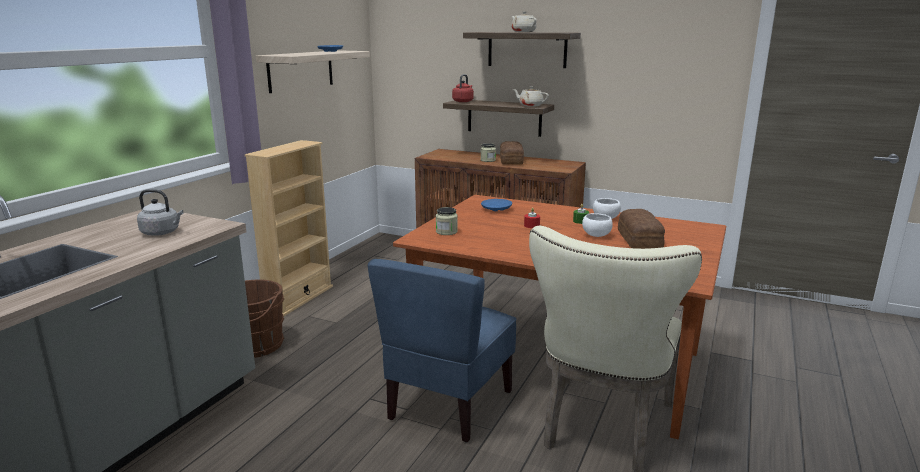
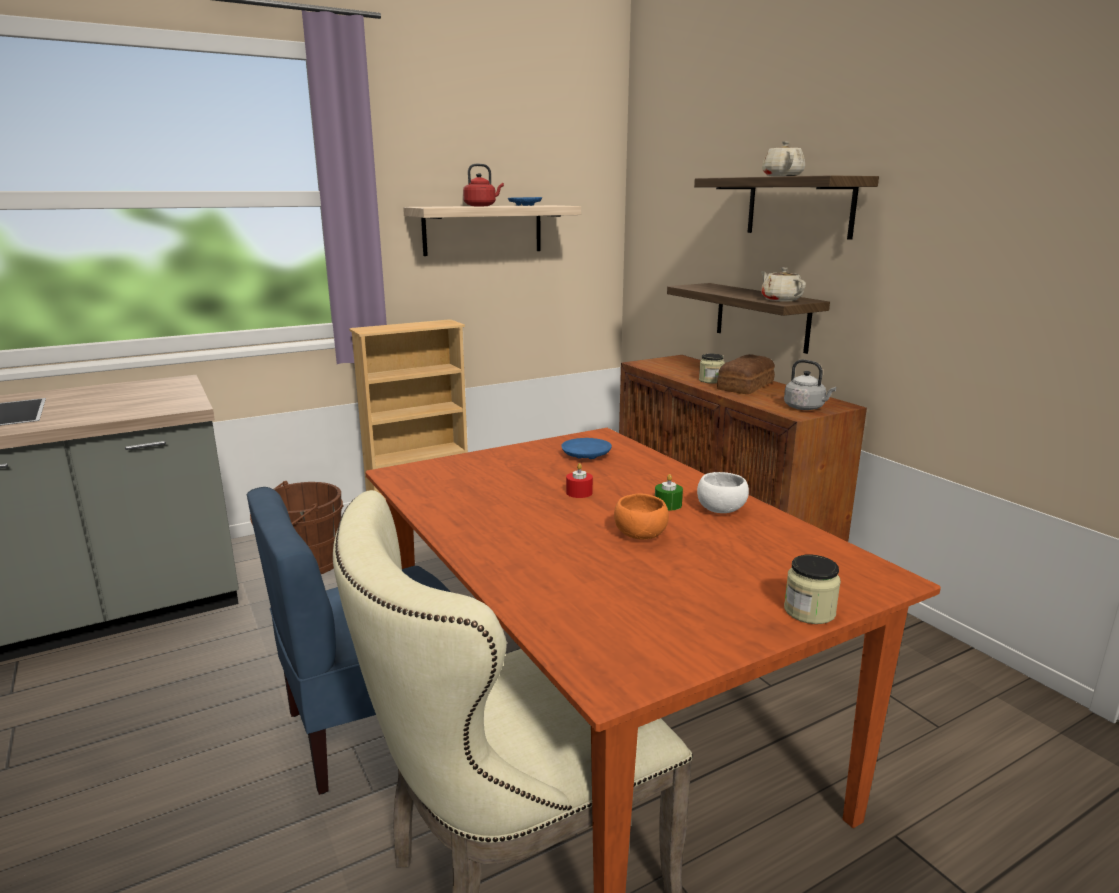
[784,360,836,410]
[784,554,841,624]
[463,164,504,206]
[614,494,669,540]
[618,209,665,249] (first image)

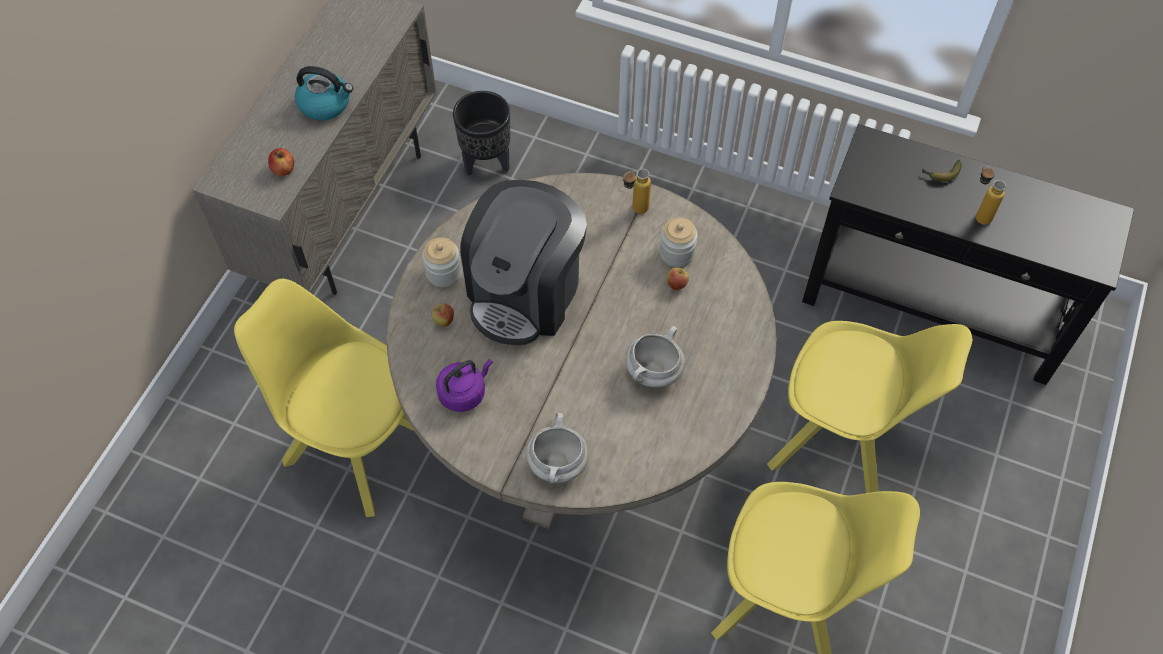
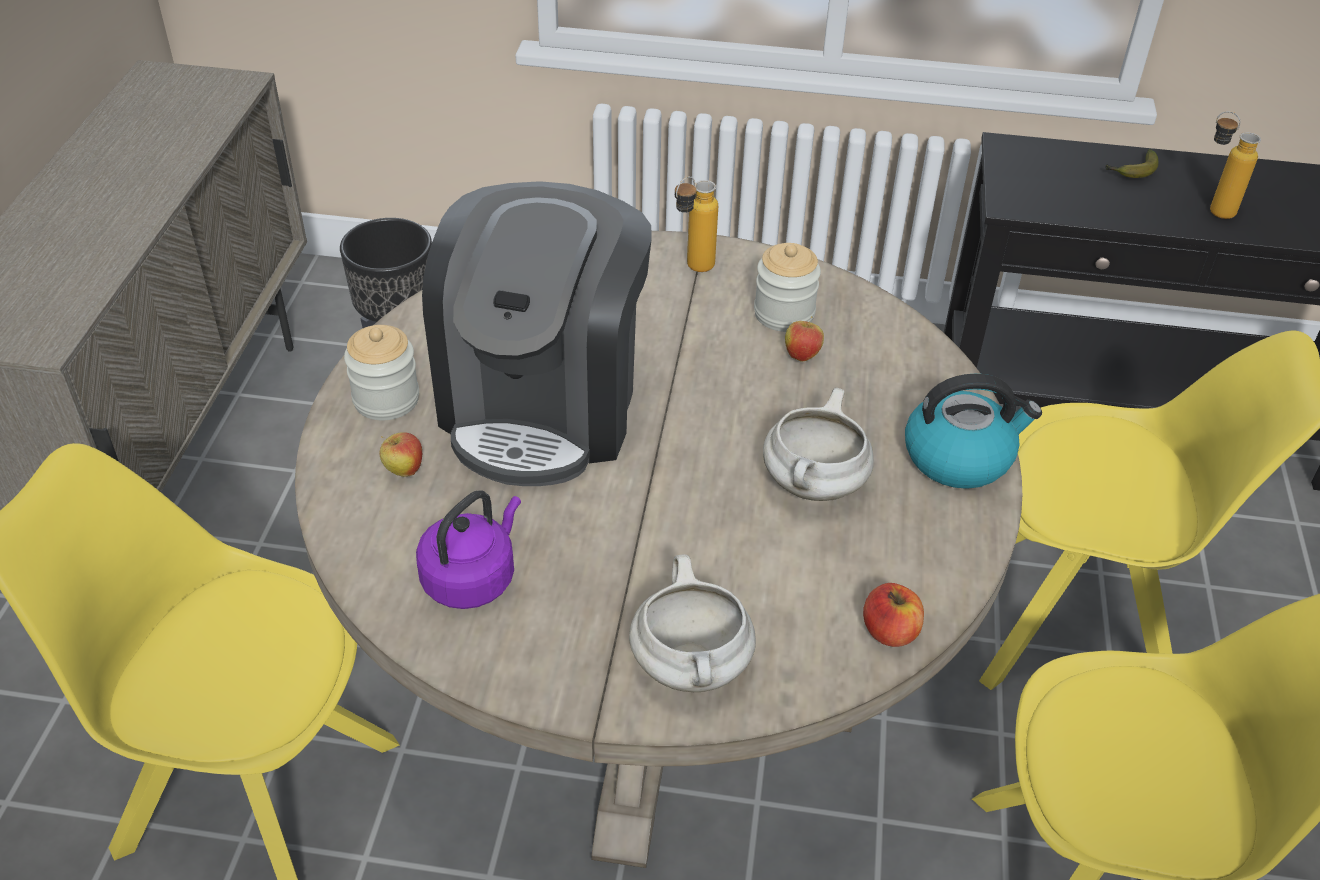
[863,583,924,647]
[905,374,1042,489]

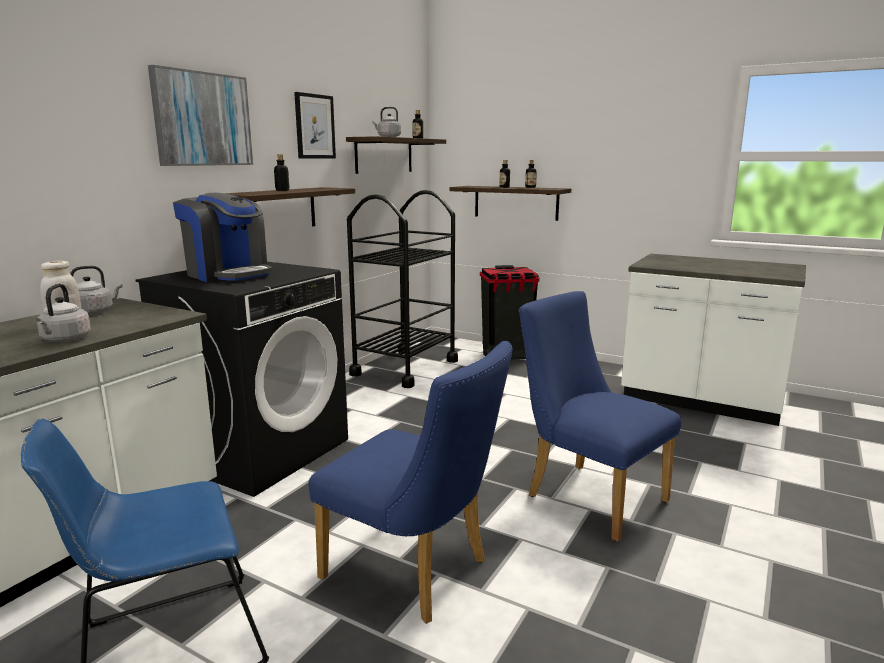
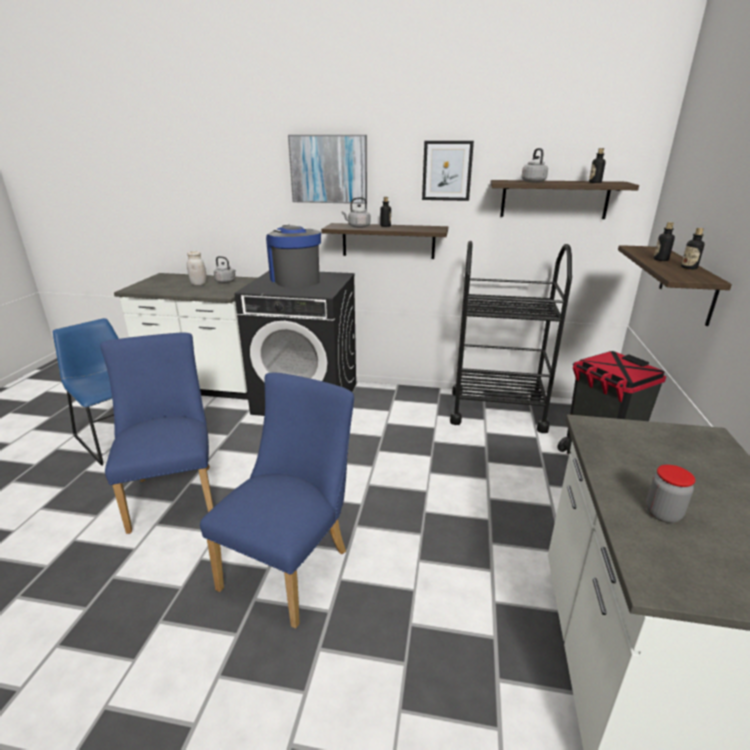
[342,197,371,228]
[266,225,321,288]
[100,333,214,534]
[646,465,695,523]

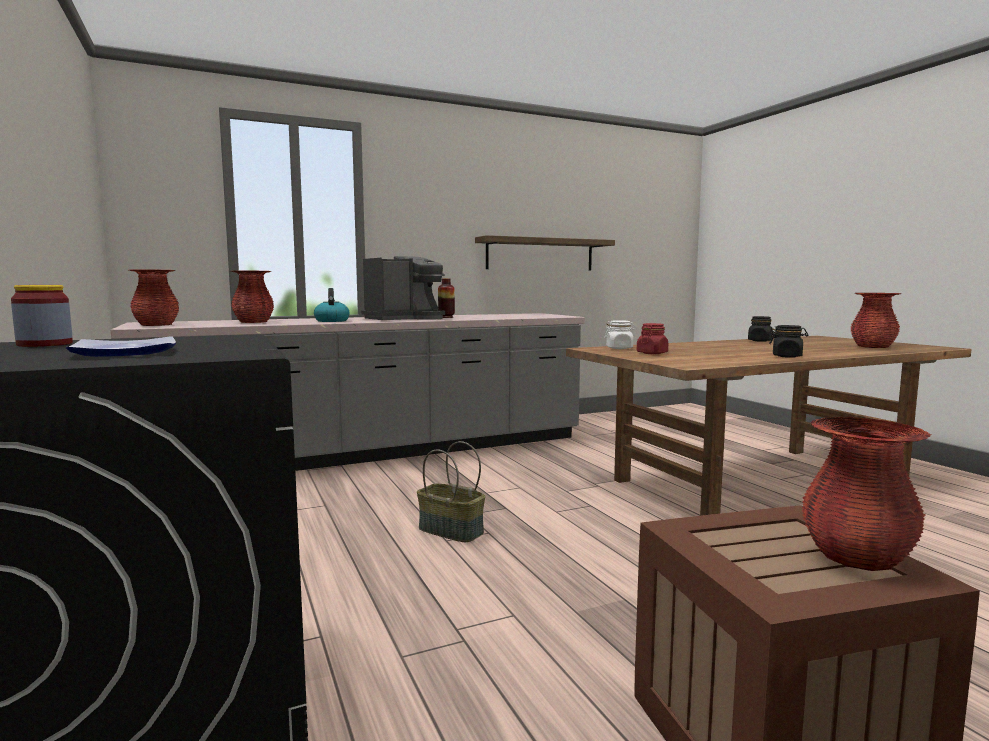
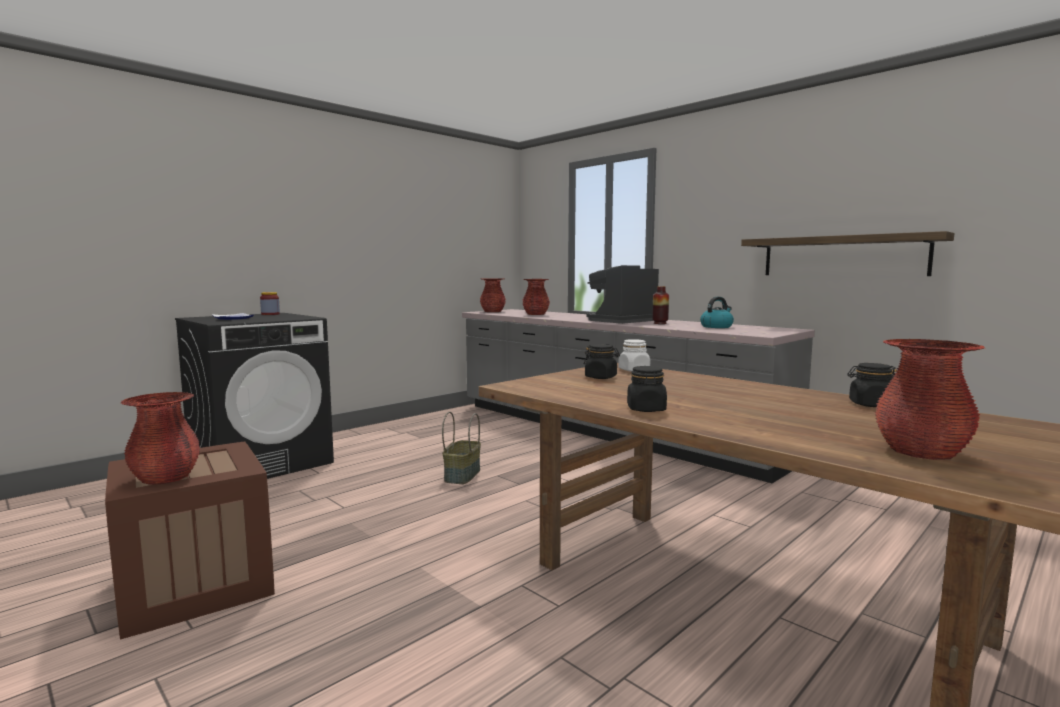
[700,297,734,328]
[586,265,659,324]
[584,344,620,379]

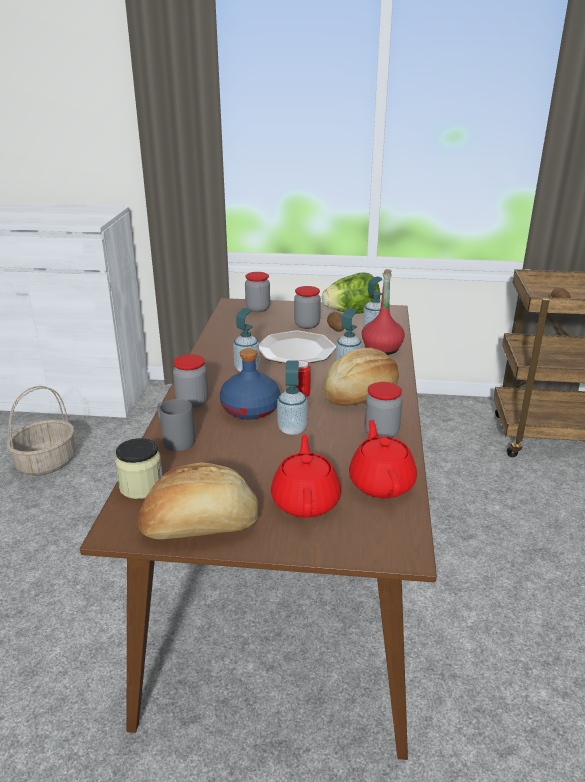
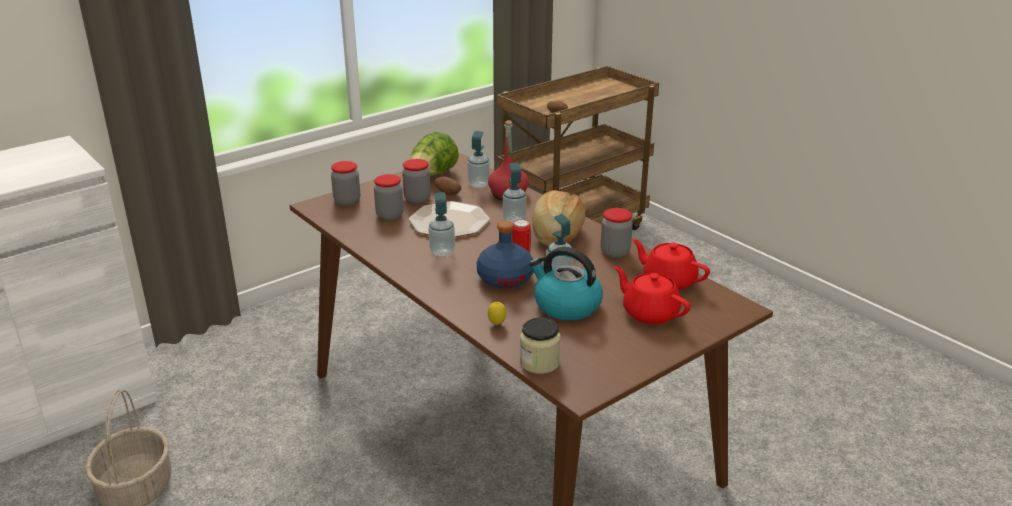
[138,463,259,539] (first image)
[488,302,506,325]
[374,174,404,221]
[529,247,603,321]

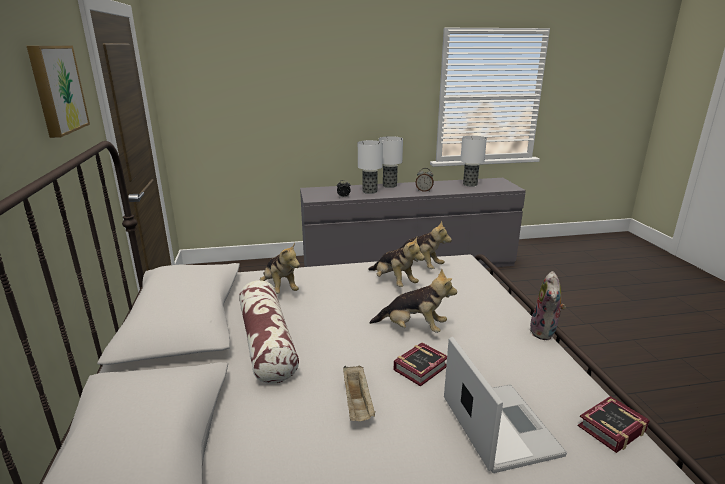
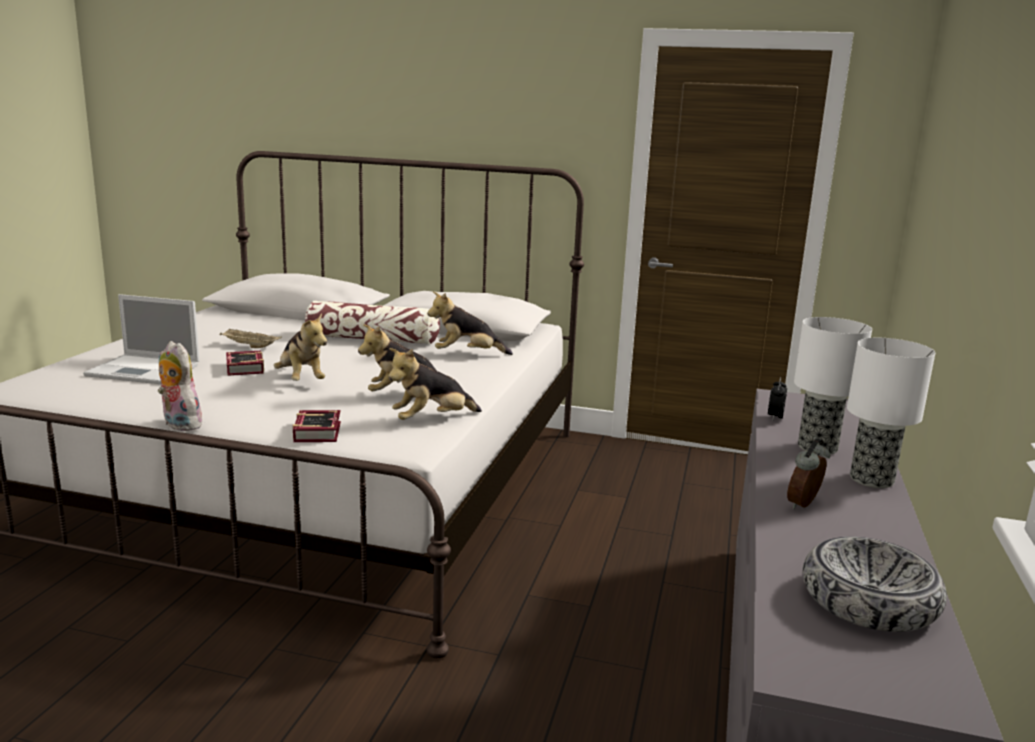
[27,46,90,138] (first image)
[274,313,327,381]
[803,536,947,632]
[293,410,341,442]

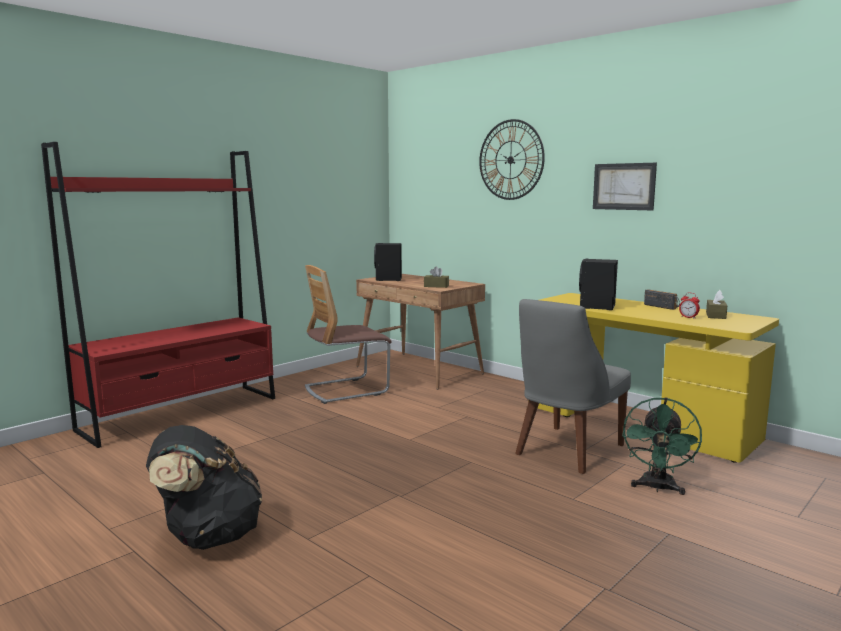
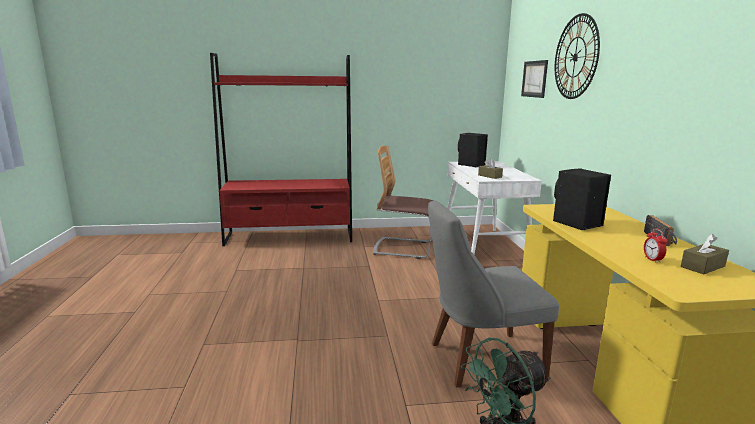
[146,425,262,550] (first image)
[447,161,542,254]
[521,60,548,98]

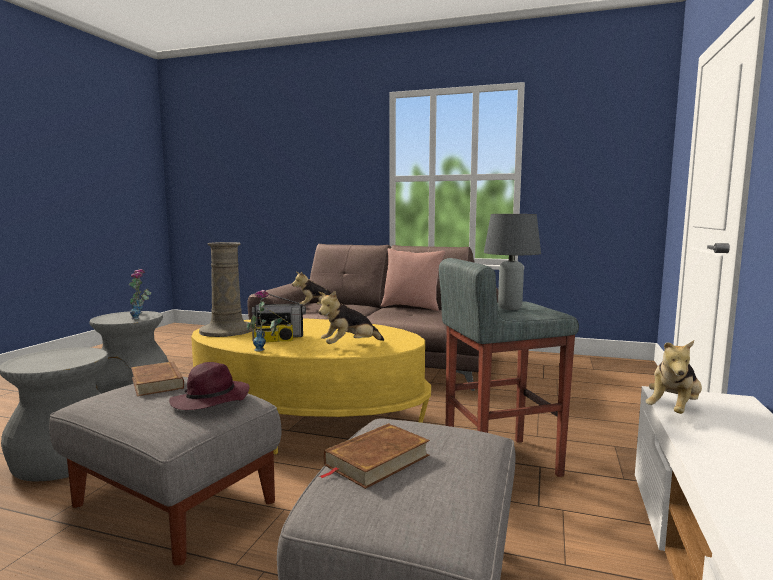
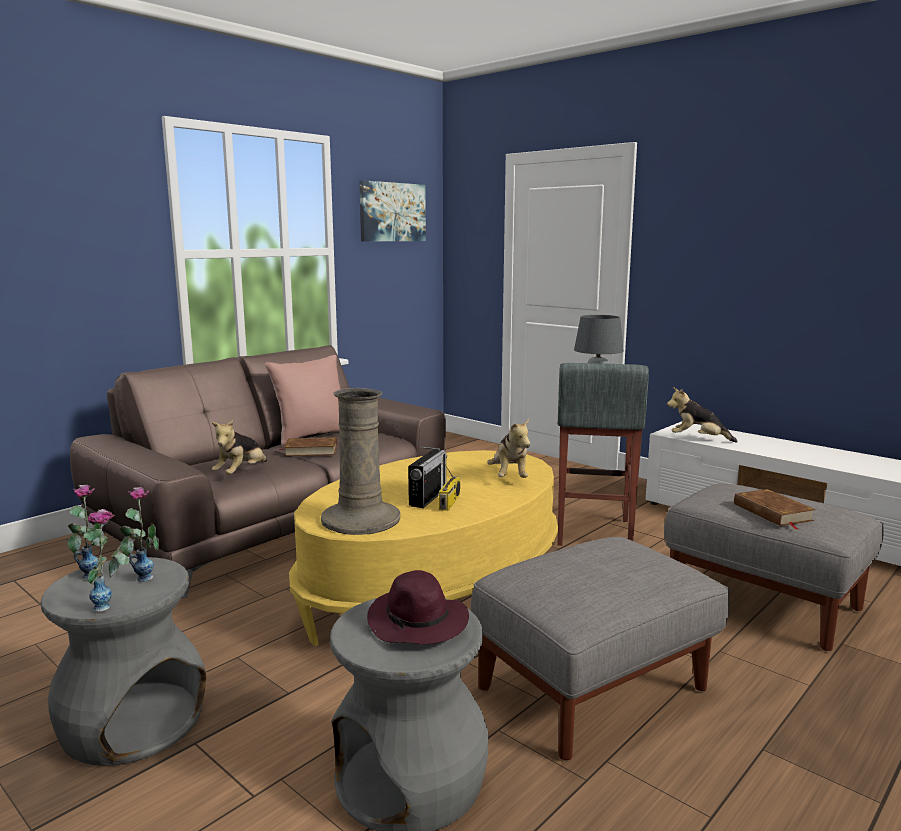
[279,437,337,456]
[367,570,469,645]
[83,509,129,612]
[667,387,738,443]
[359,180,426,242]

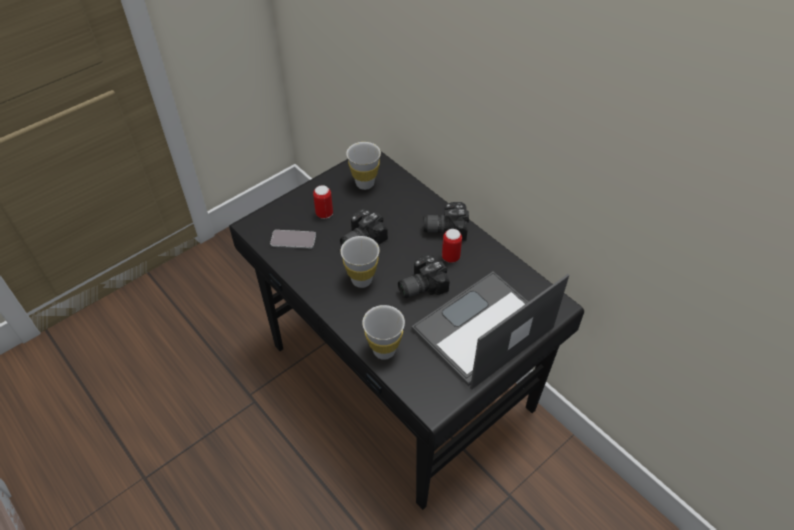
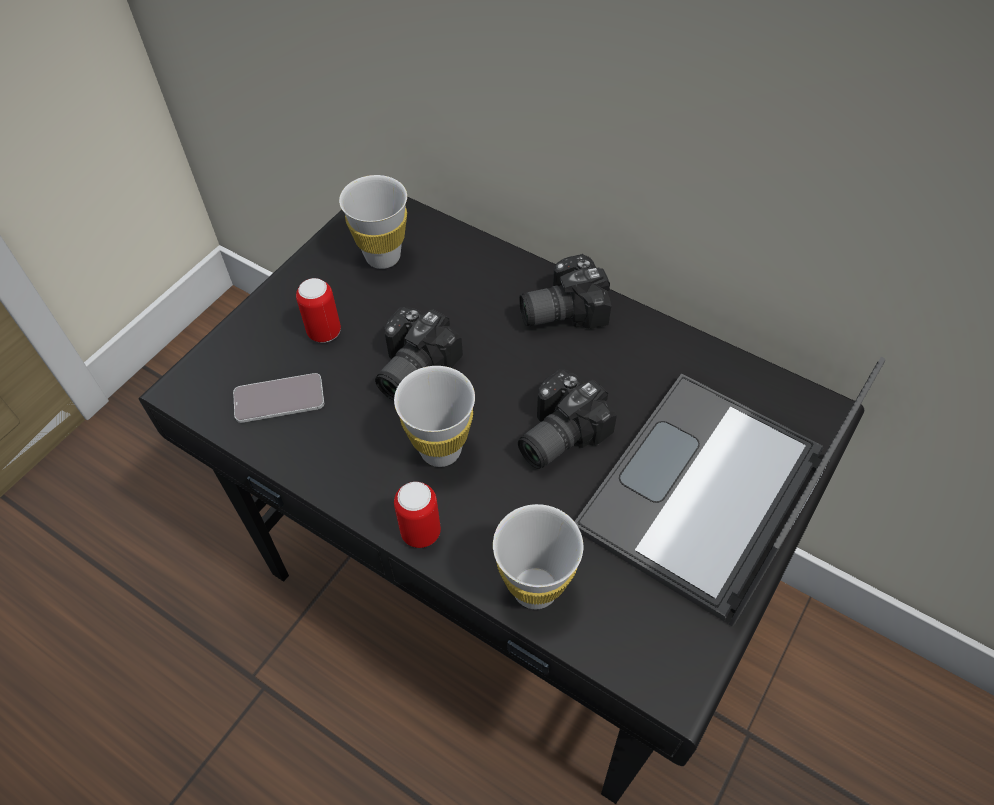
[394,482,441,548]

